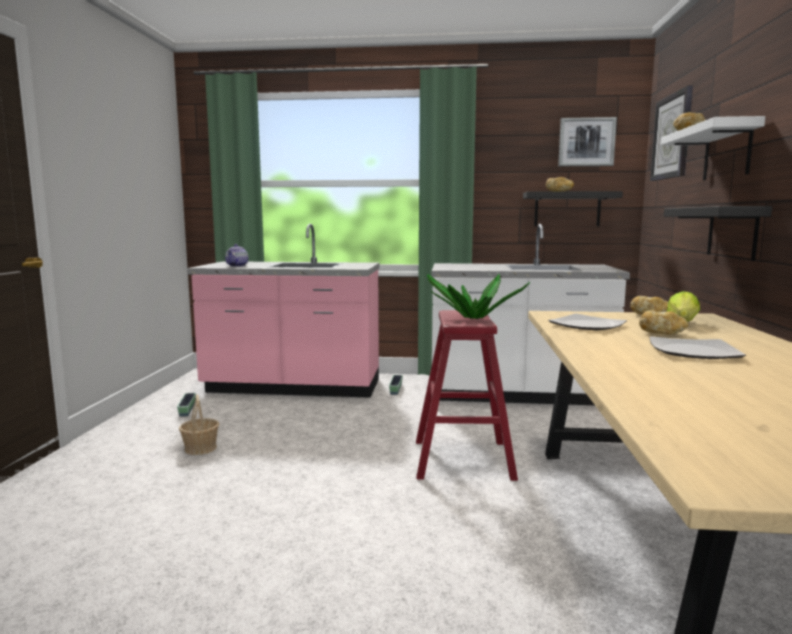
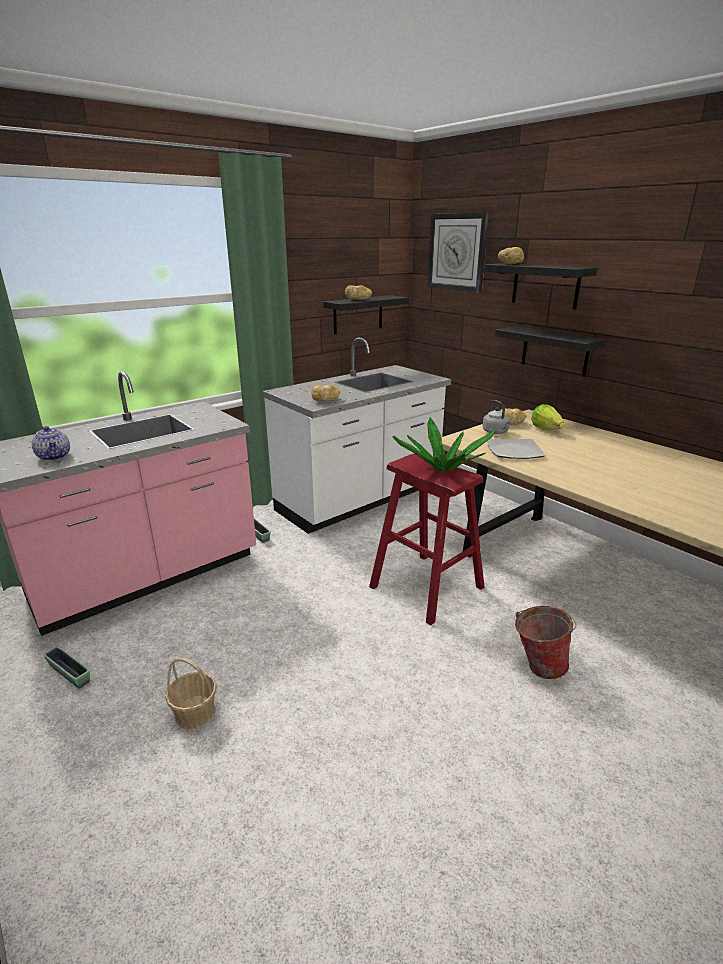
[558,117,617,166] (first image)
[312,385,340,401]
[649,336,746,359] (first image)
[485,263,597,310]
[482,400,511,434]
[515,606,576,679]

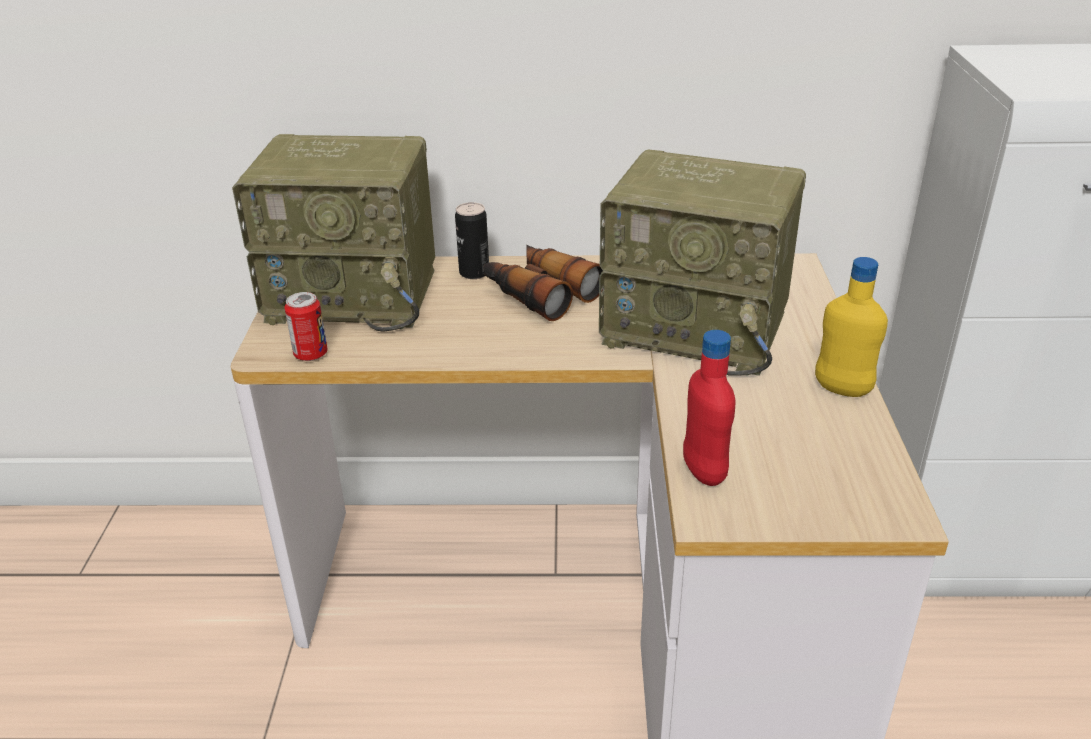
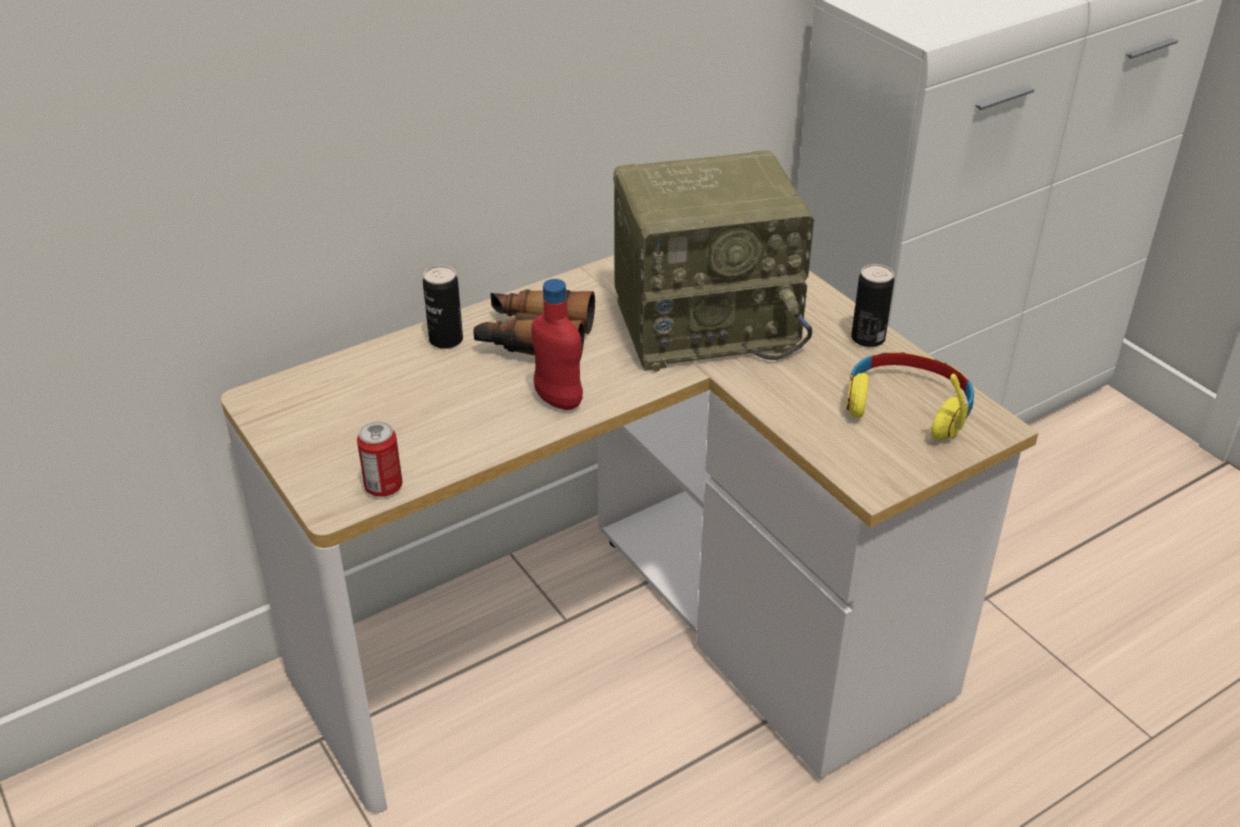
[232,134,435,332] (first image)
[531,279,583,410]
[851,264,894,347]
[846,352,974,441]

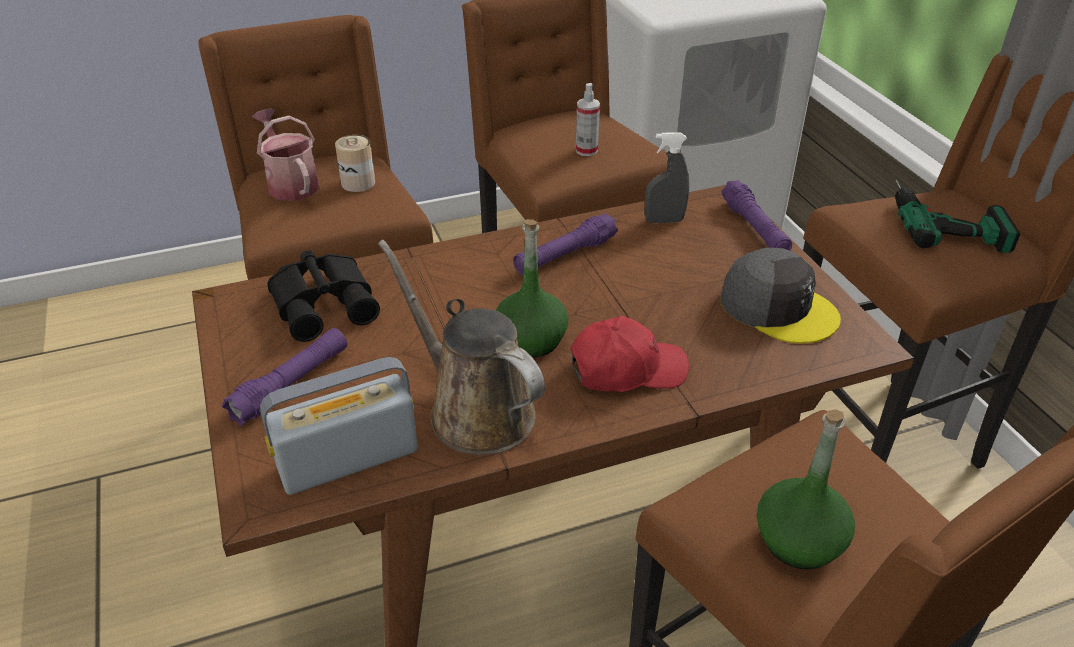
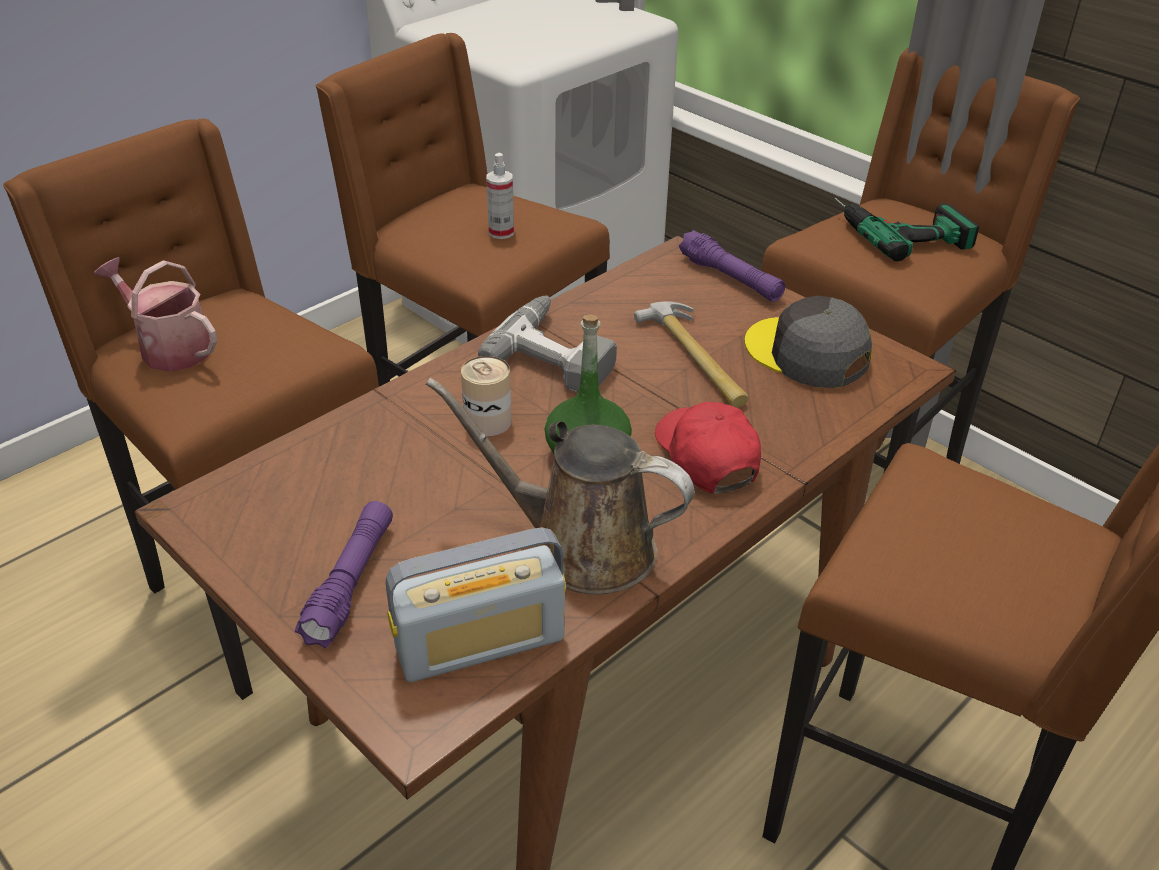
[386,528,566,682]
[267,250,380,342] (first image)
[461,356,512,436]
[478,296,617,392]
[655,402,761,494]
[645,132,689,223] (first image)
[745,296,872,388]
[757,409,855,569] (first image)
[634,301,748,408]

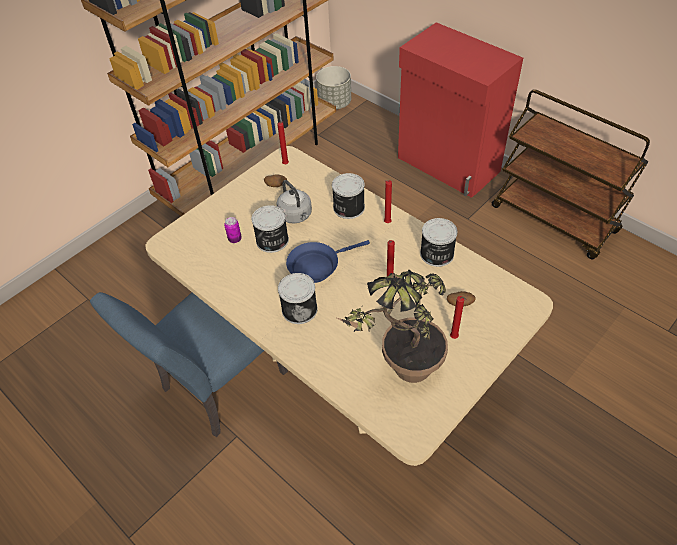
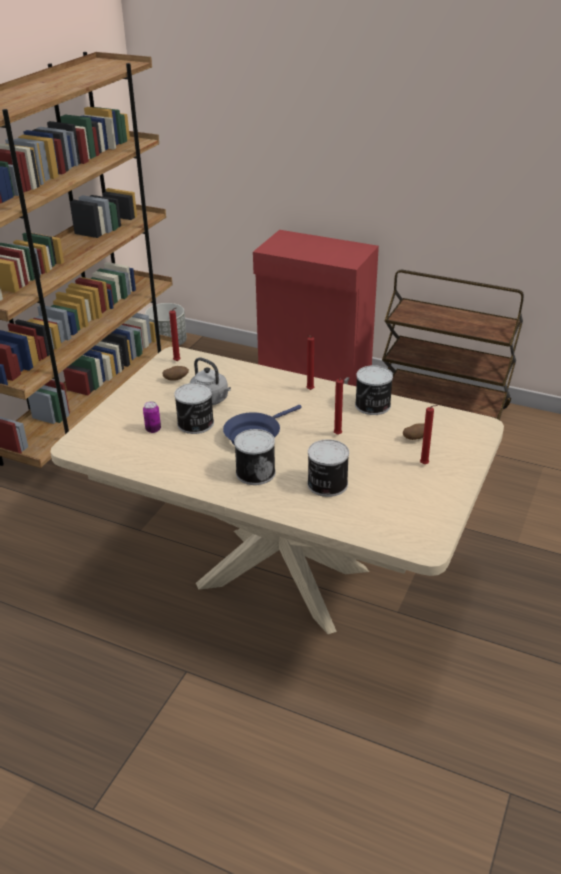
[90,292,288,437] (first image)
[307,439,349,497]
[335,270,448,383] (first image)

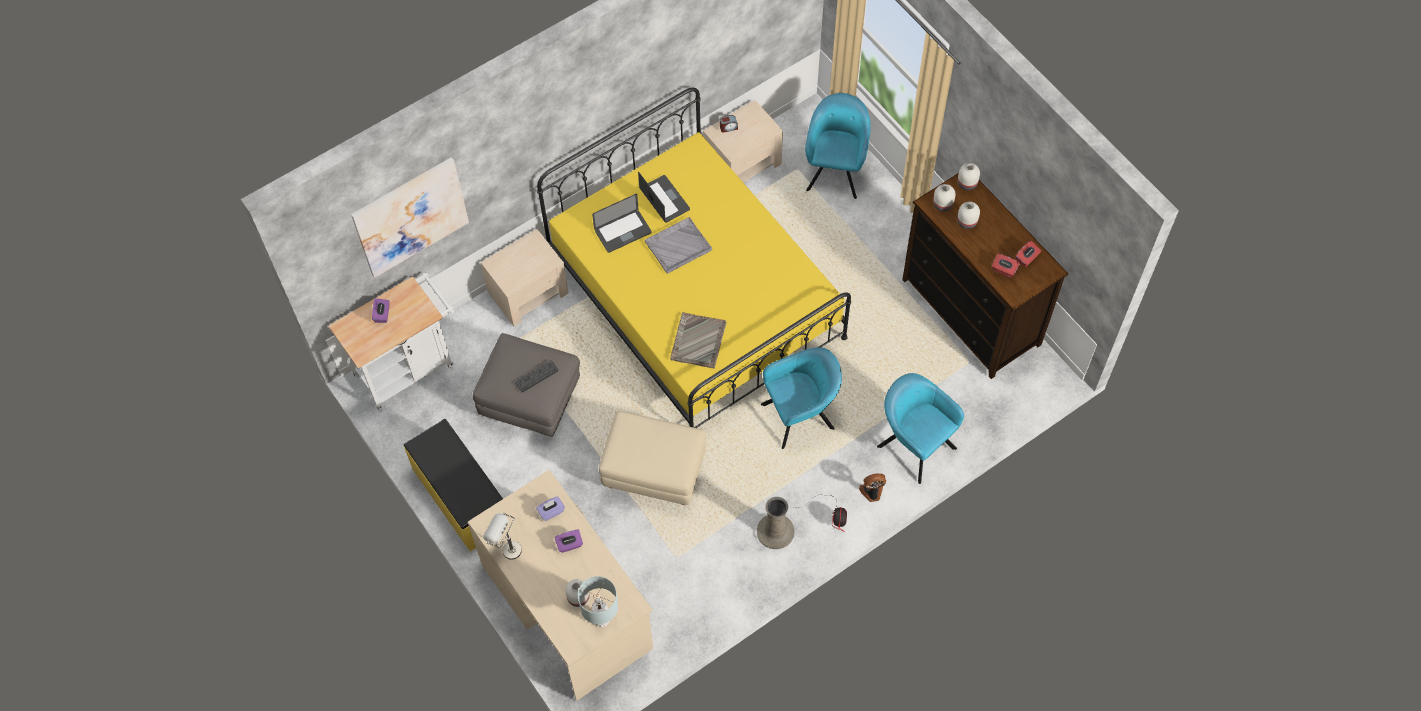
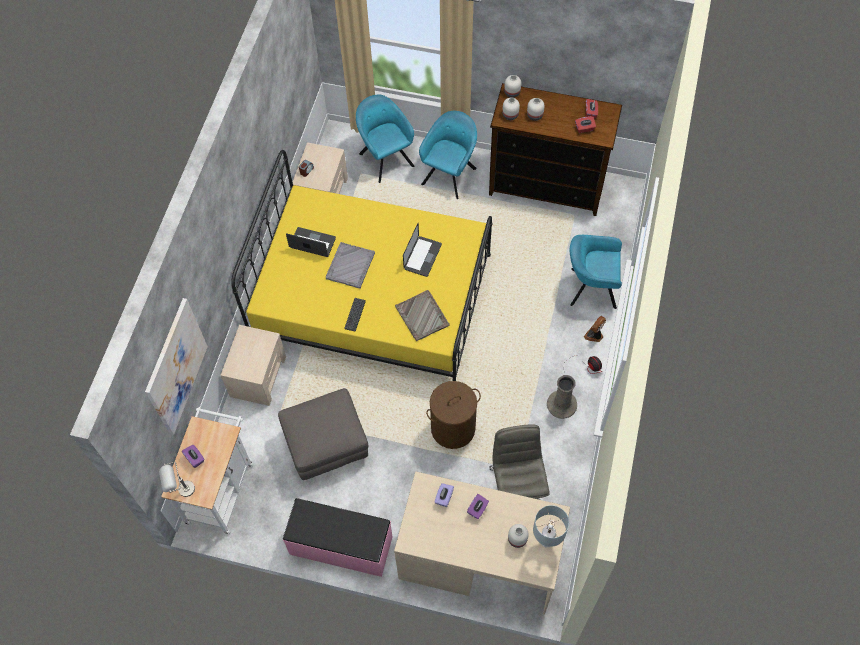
[283,498,393,577]
[159,462,195,497]
[344,298,366,331]
[403,222,442,277]
[426,381,481,449]
[419,111,477,199]
[489,425,550,500]

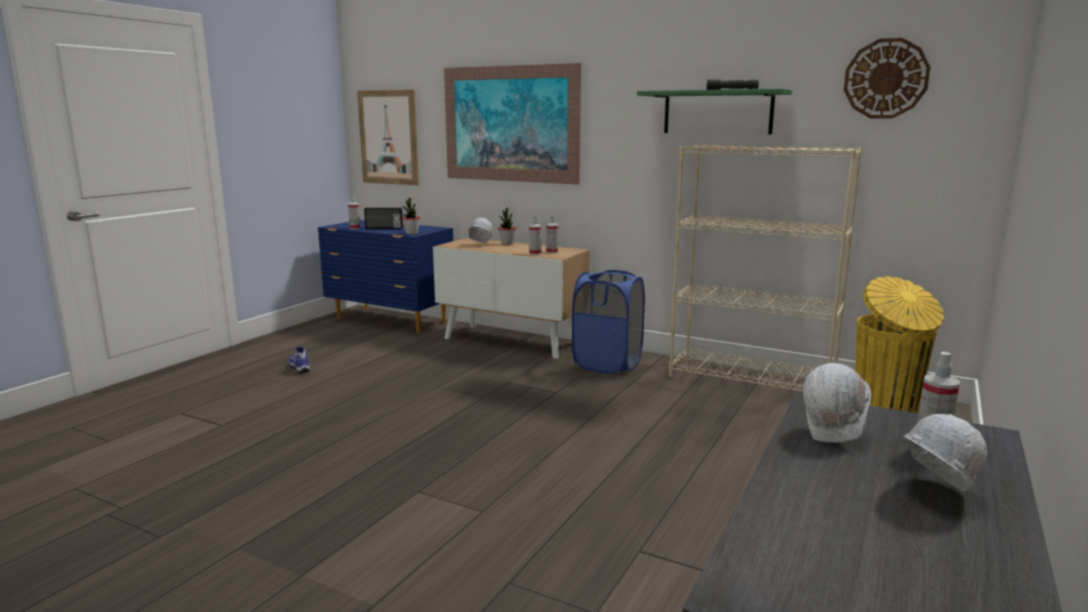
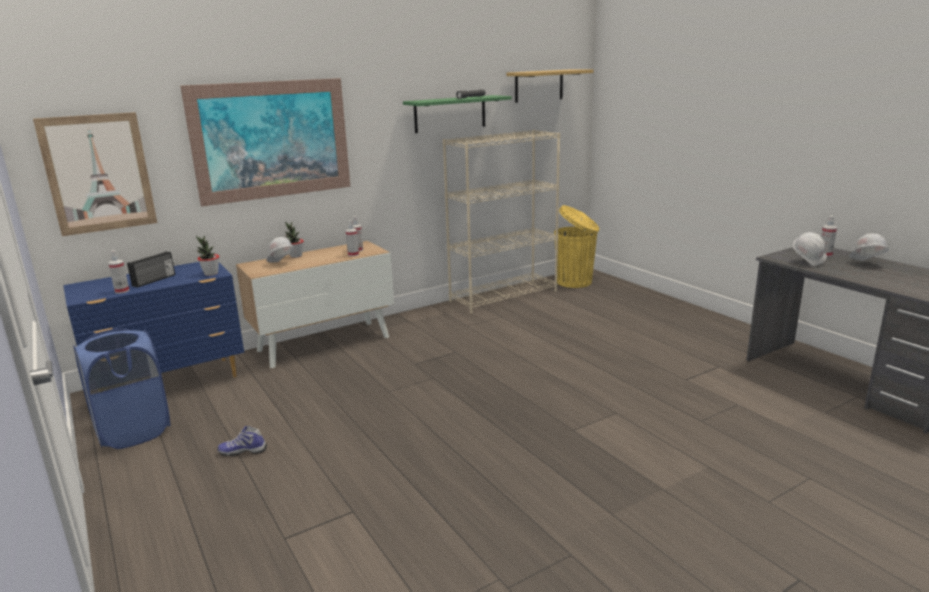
[73,328,170,449]
[506,69,593,103]

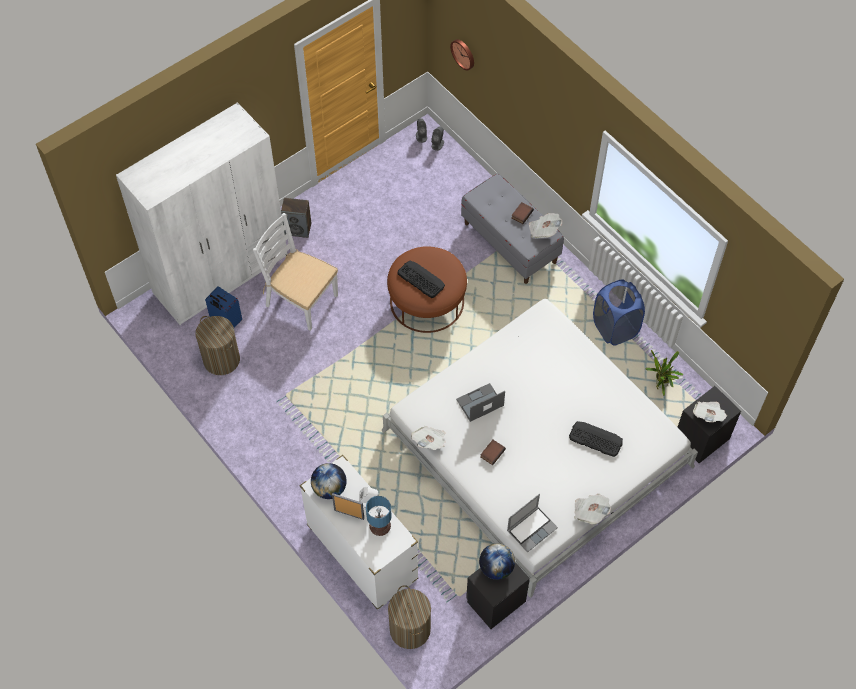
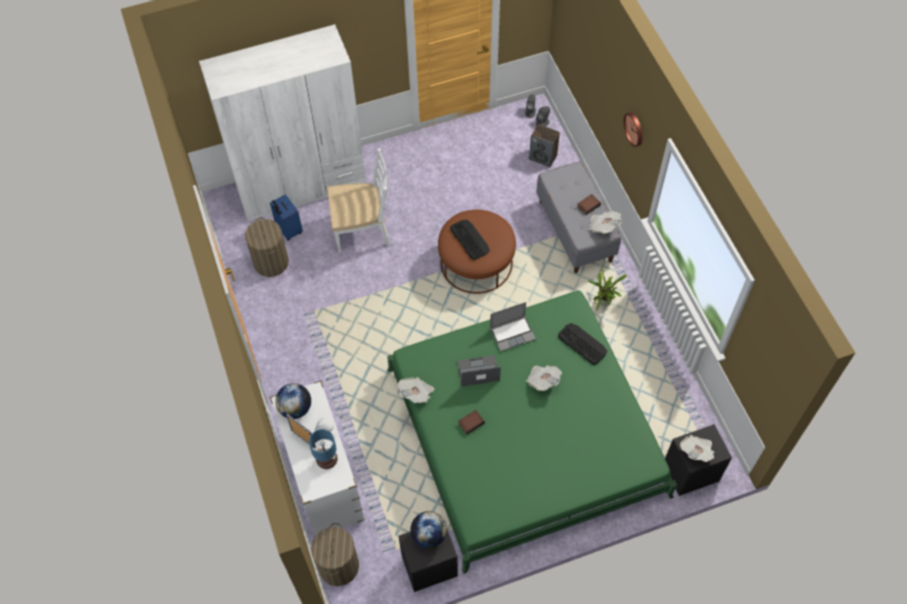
[327,148,391,253]
[529,124,560,167]
[387,291,677,574]
[623,112,642,147]
[490,302,536,352]
[558,323,608,365]
[526,365,562,391]
[593,280,645,346] (first image)
[588,267,627,310]

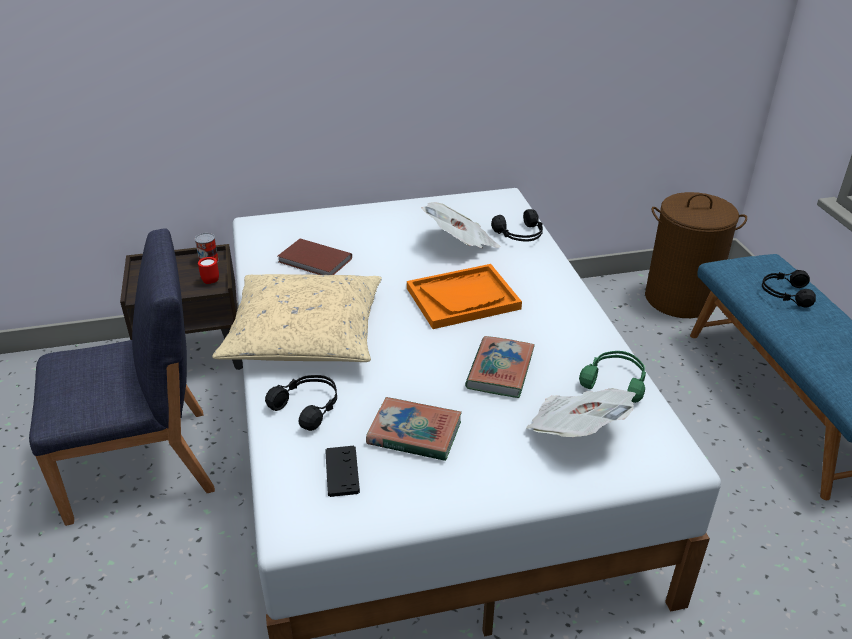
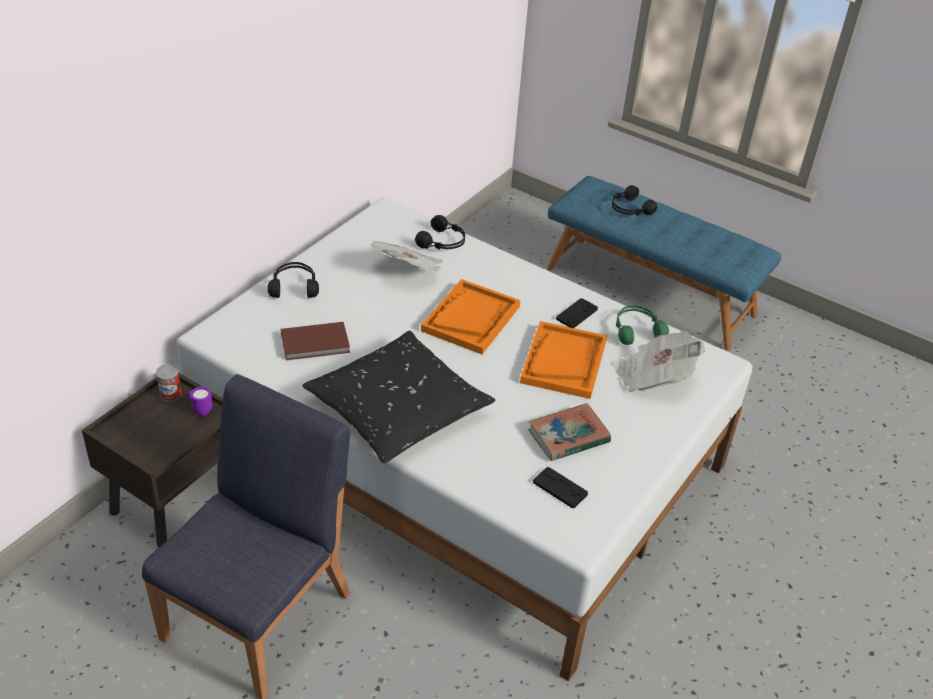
[187,386,213,416]
[302,331,496,463]
[268,262,319,298]
[520,321,607,399]
[645,192,747,318] (first image)
[556,298,598,328]

